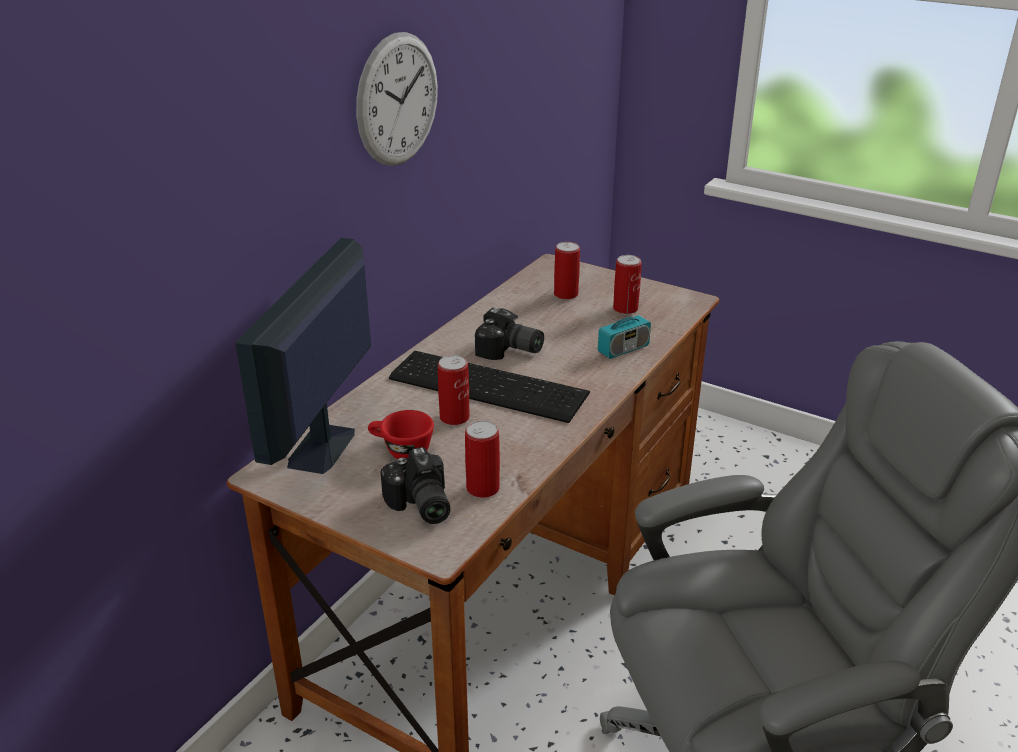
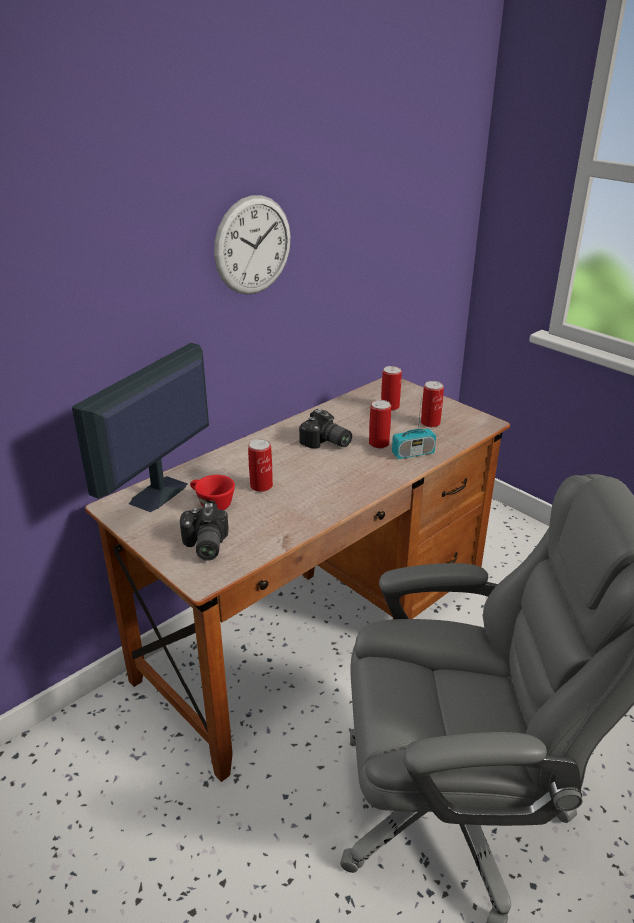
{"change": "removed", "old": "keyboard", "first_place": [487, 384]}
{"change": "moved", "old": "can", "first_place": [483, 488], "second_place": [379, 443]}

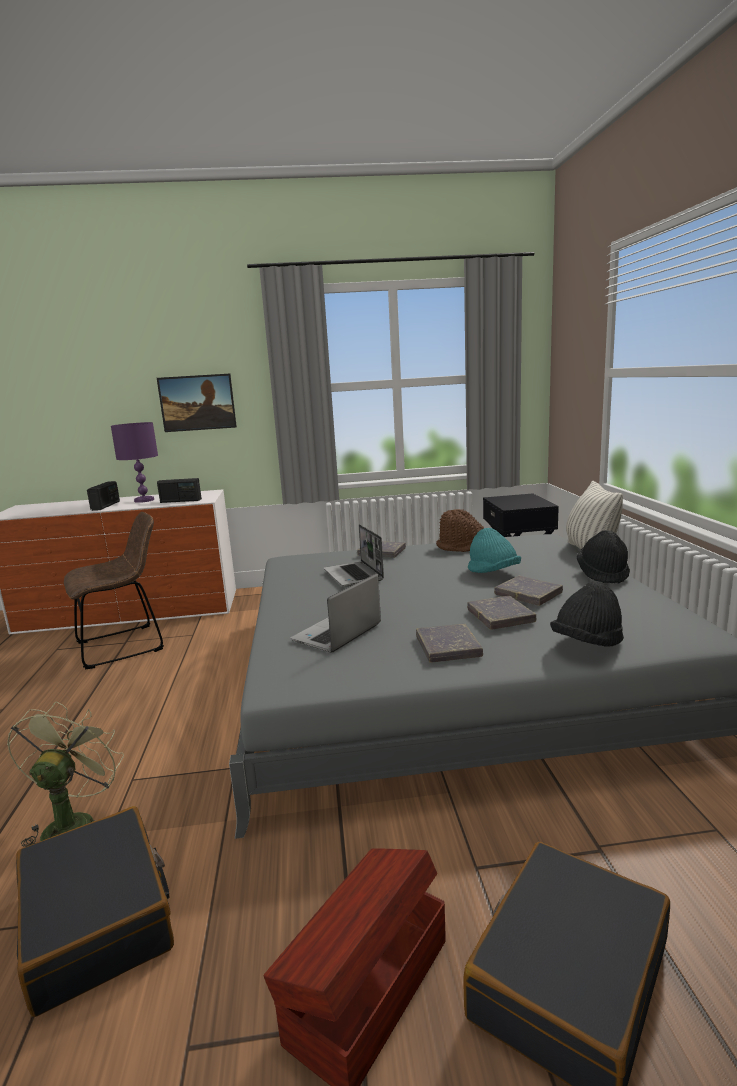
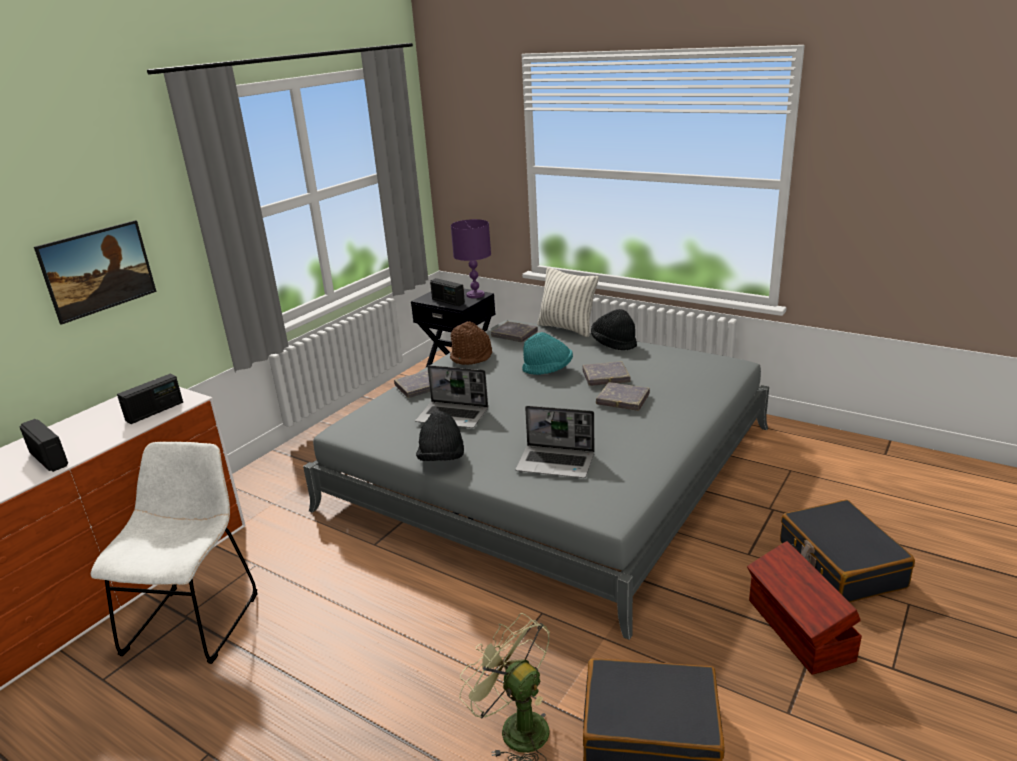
{"change": "moved", "old": "purple-coloured table lamp", "first_place": [144, 500], "second_place": [475, 295]}
{"change": "recoloured", "old": "brown chair", "new": "white chair", "first_place": [125, 645], "second_place": [196, 619]}
{"change": "turned", "old": "laptop", "first_place": [337, 634], "second_place": [556, 463], "degrees": -60}
{"change": "moved", "old": "blackish hat", "first_place": [587, 643], "second_place": [442, 459]}
{"change": "moved", "old": "greyish book", "first_place": [448, 647], "second_place": [514, 334]}
{"change": "added", "new": "radio set", "second_place": [448, 301]}

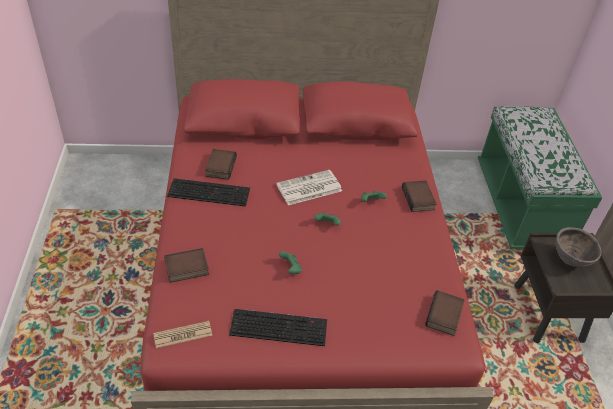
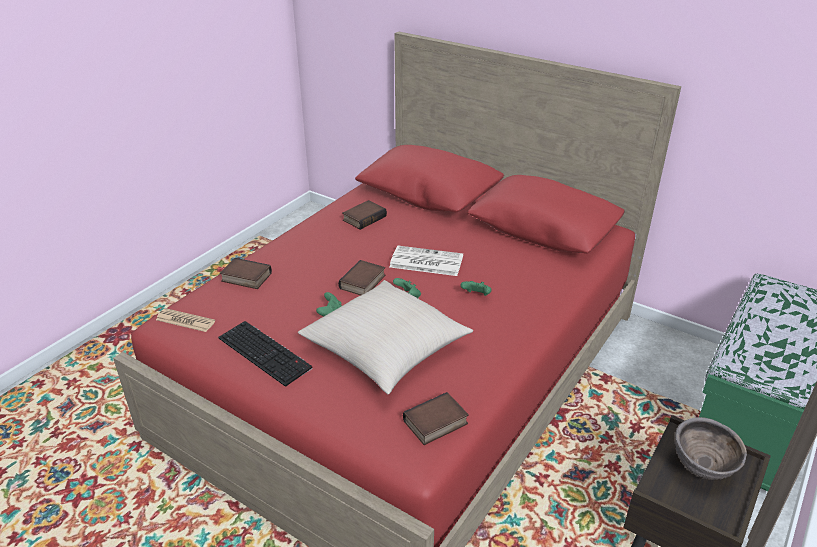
{"change": "removed", "old": "keyboard", "first_place": [210, 192]}
{"change": "moved", "old": "book", "first_place": [419, 199], "second_place": [363, 283]}
{"change": "added", "new": "beige-coloured pillow", "second_place": [386, 349]}

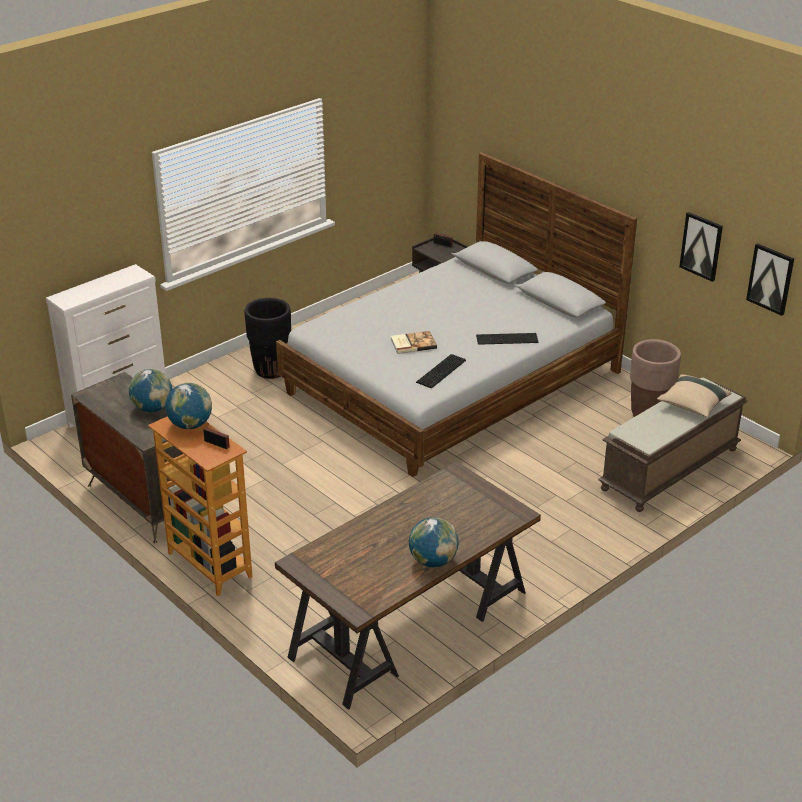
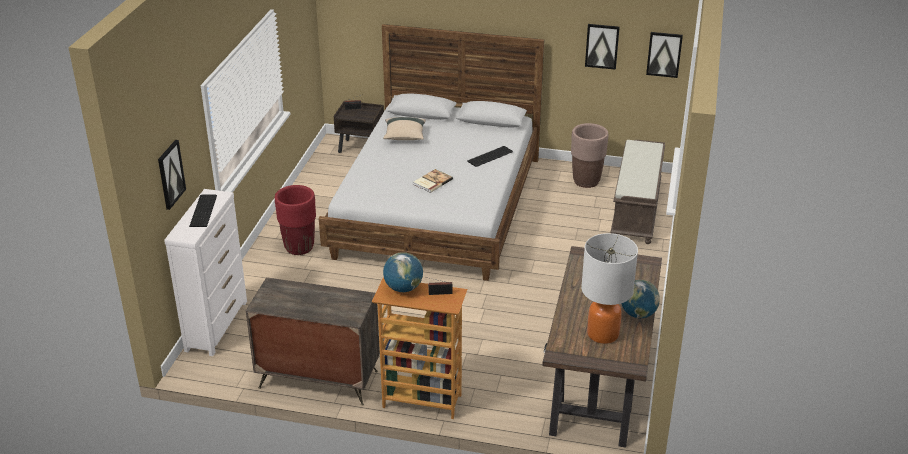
{"change": "recoloured", "old": "blackish plant pot", "new": "reddish plant pot", "first_place": [271, 370], "second_place": [299, 247]}
{"change": "moved", "old": "keyboard", "first_place": [442, 371], "second_place": [204, 210]}
{"change": "removed", "old": "desk globe", "first_place": [152, 408]}
{"change": "moved", "old": "beige-coloured pillow", "first_place": [692, 405], "second_place": [404, 136]}
{"change": "added", "new": "picture", "second_place": [170, 174]}
{"change": "added", "new": "table lamp", "second_place": [602, 334]}

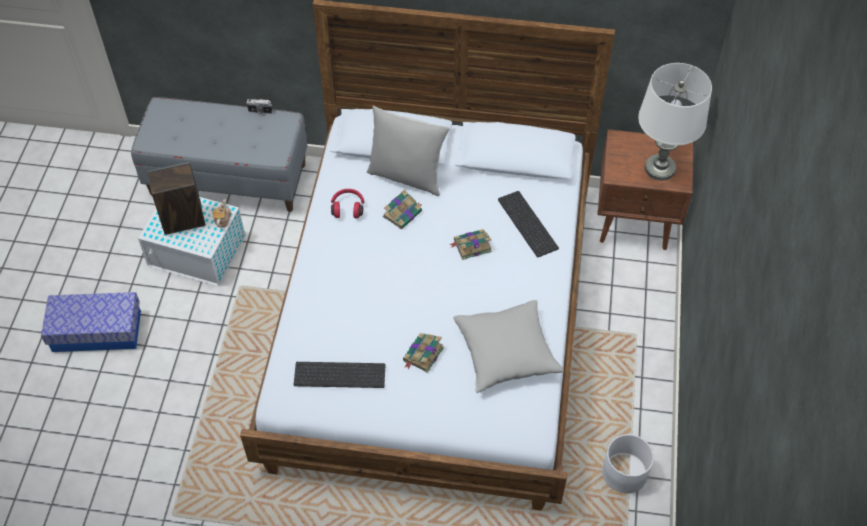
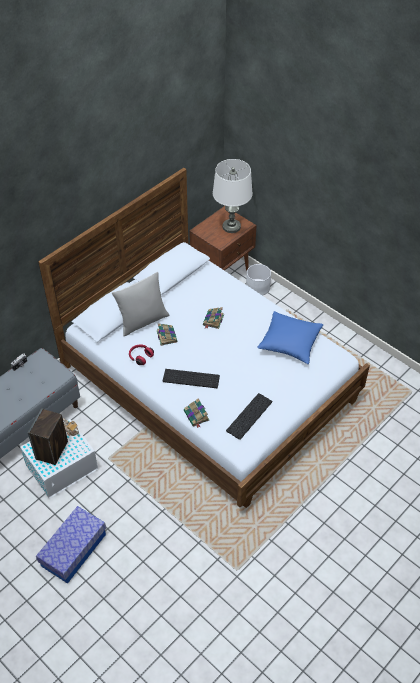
{"change": "moved", "old": "keyboard", "first_place": [525, 223], "second_place": [190, 379]}
{"change": "recoloured", "old": "greyish pillow", "new": "blue-coloured pillow", "first_place": [506, 352], "second_place": [289, 343]}
{"change": "moved", "old": "book", "first_place": [423, 355], "second_place": [196, 416]}
{"change": "moved", "old": "white plant pot", "first_place": [625, 472], "second_place": [258, 287]}

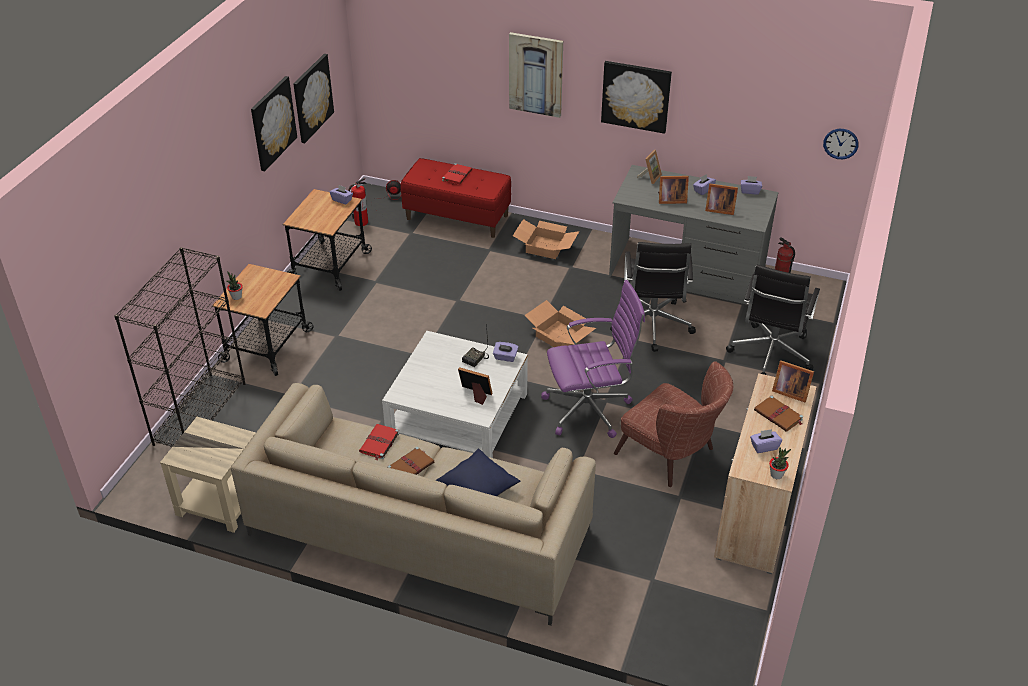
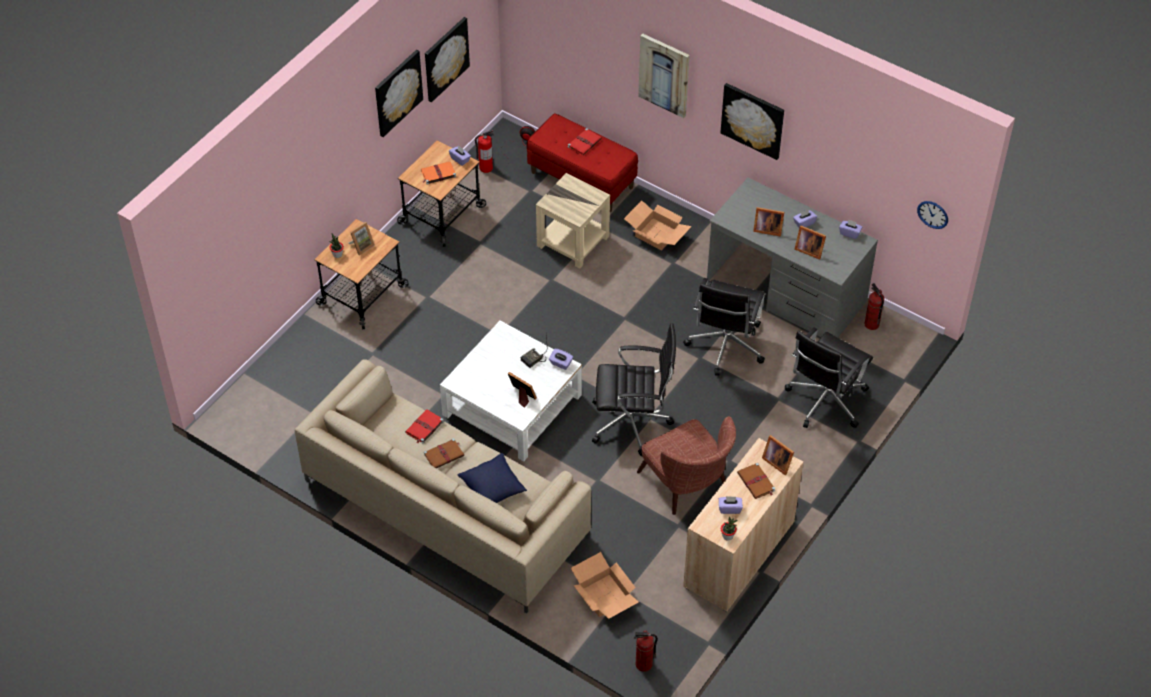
{"change": "moved", "old": "standing frame", "first_place": [650, 177], "second_place": [361, 246]}
{"change": "removed", "old": "blackish bookcase", "first_place": [200, 413]}
{"change": "recoloured", "old": "purple-coloured desk chair", "new": "blackish desk chair", "first_place": [590, 409], "second_place": [632, 423]}
{"change": "moved", "old": "carton", "first_place": [560, 336], "second_place": [605, 595]}
{"change": "moved", "old": "beige-coloured accent table", "first_place": [220, 500], "second_place": [572, 241]}
{"change": "added", "new": "orange-coloured book", "second_place": [437, 174]}
{"change": "added", "new": "extinguisher", "second_place": [643, 664]}

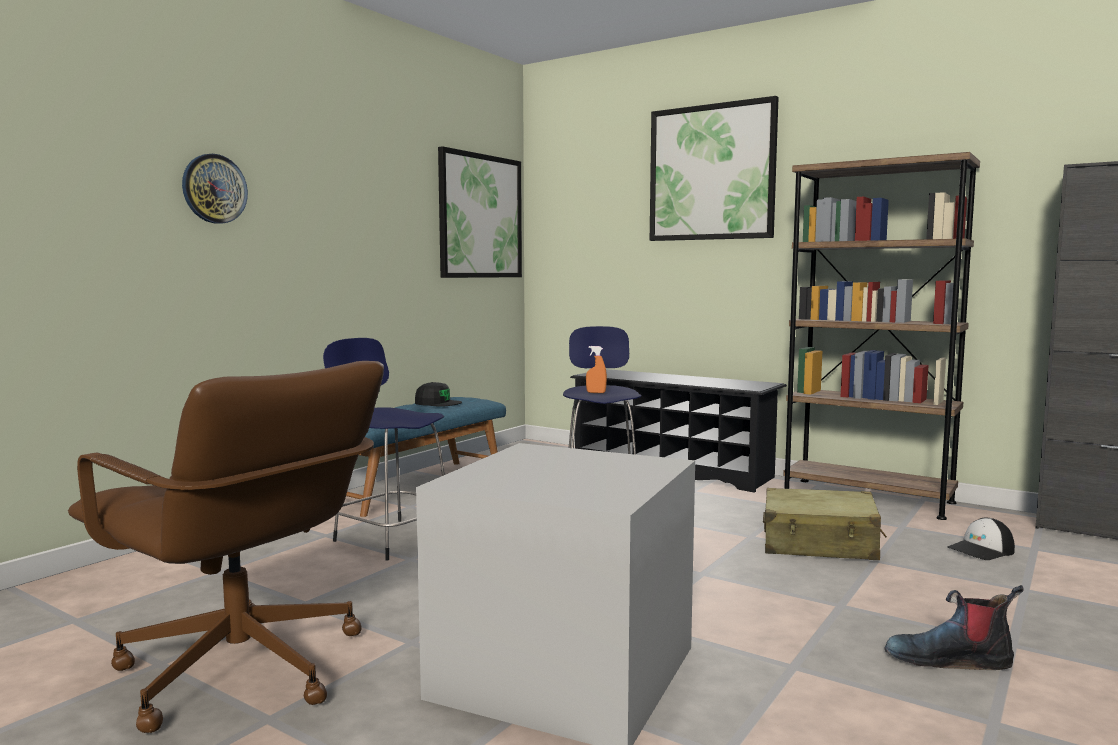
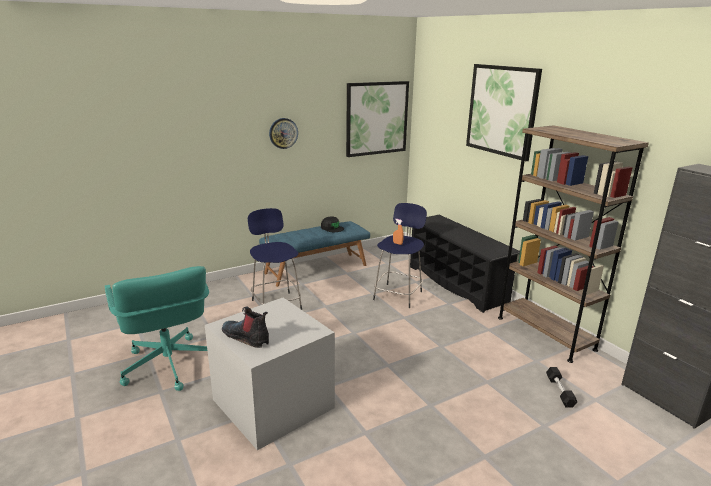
{"change": "moved", "old": "wall clock", "first_place": [214, 189], "second_place": [283, 133]}
{"change": "recoloured", "old": "brown desk chair", "new": "blue-green desk chair", "first_place": [240, 671], "second_place": [168, 365]}
{"change": "removed", "old": "beige-coloured suitcase", "first_place": [819, 543]}
{"change": "replaced", "old": "cap", "new": "blackish free weight", "first_place": [981, 550], "second_place": [560, 391]}
{"change": "moved", "old": "high-top boot", "first_place": [949, 660], "second_place": [247, 337]}

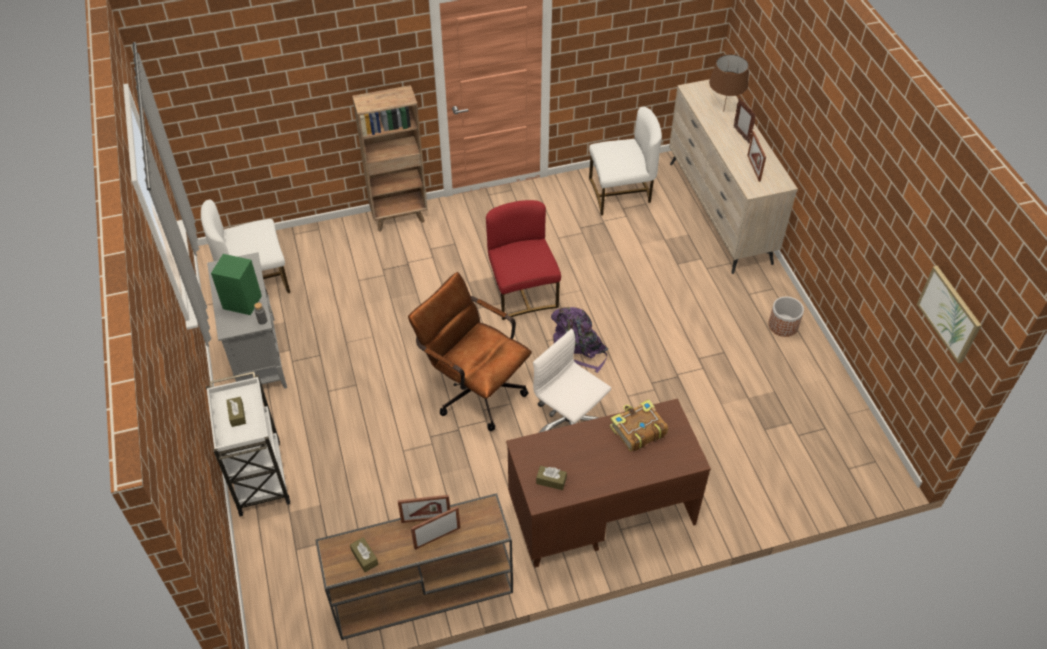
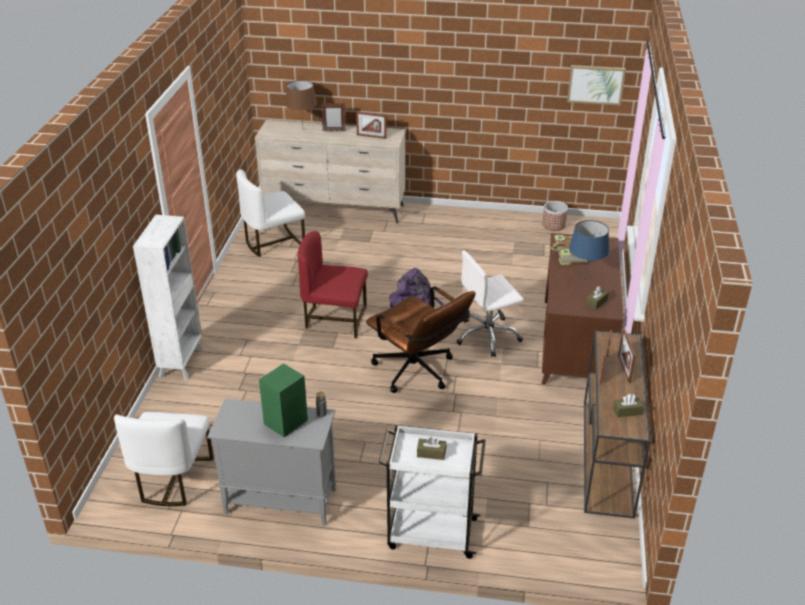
{"change": "recoloured", "old": "brown bookcase", "new": "white bookcase", "first_place": [400, 217], "second_place": [182, 362]}
{"change": "turned", "old": "white chair", "first_place": [621, 194], "second_place": [273, 243], "degrees": -135}
{"change": "turned", "old": "brown desk chair", "first_place": [474, 389], "second_place": [418, 373], "degrees": -105}
{"change": "moved", "old": "plant pot", "first_place": [783, 325], "second_place": [554, 225]}
{"change": "added", "new": "blue-coloured table lamp", "second_place": [585, 279]}

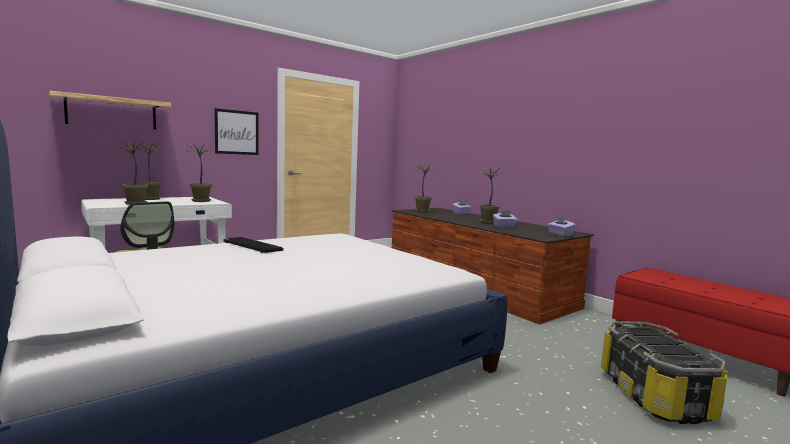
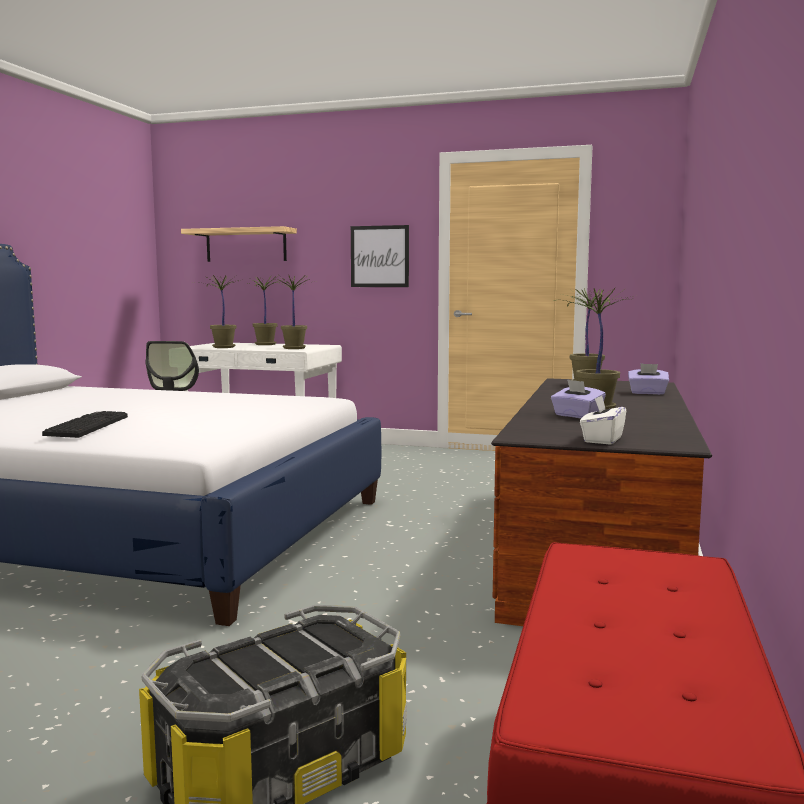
{"change": "recoloured", "old": "purple-coloured tissue box", "new": "white tissue box", "first_place": [560, 234], "second_place": [602, 440]}
{"change": "moved", "old": "keyboard", "first_place": [251, 246], "second_place": [86, 426]}

